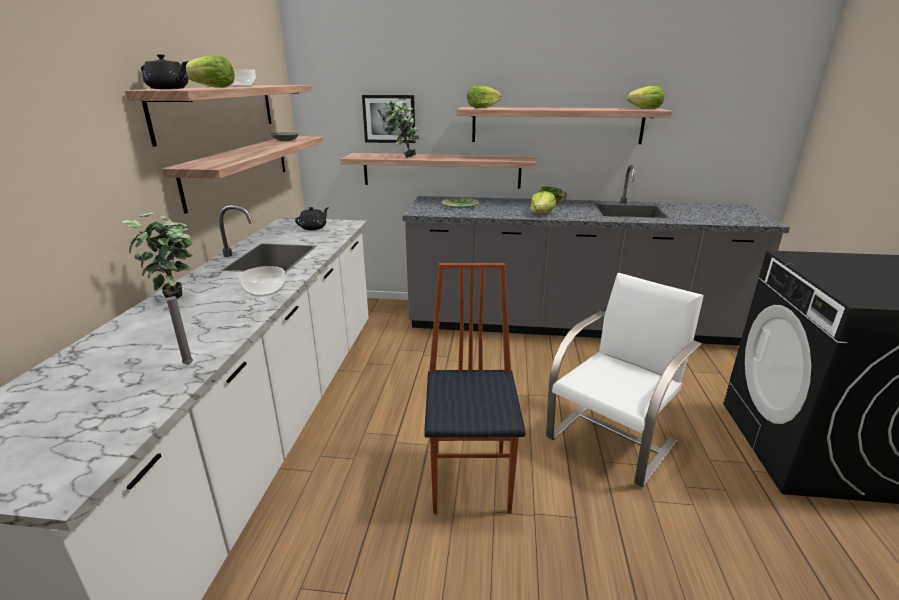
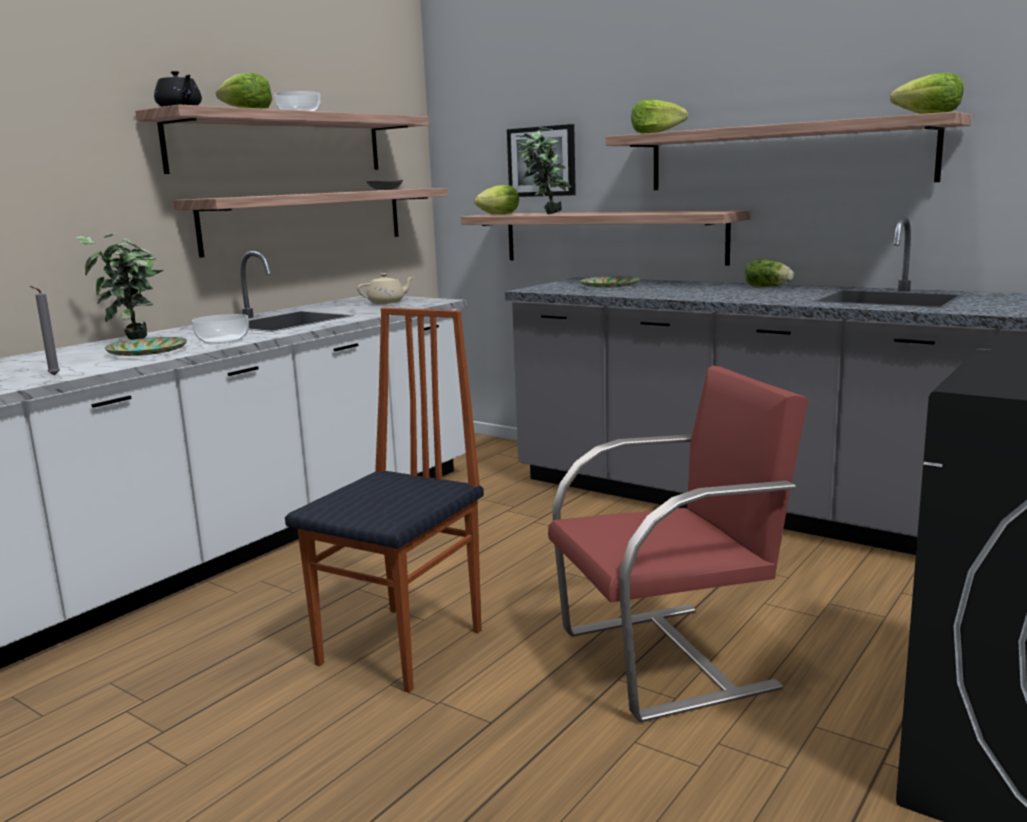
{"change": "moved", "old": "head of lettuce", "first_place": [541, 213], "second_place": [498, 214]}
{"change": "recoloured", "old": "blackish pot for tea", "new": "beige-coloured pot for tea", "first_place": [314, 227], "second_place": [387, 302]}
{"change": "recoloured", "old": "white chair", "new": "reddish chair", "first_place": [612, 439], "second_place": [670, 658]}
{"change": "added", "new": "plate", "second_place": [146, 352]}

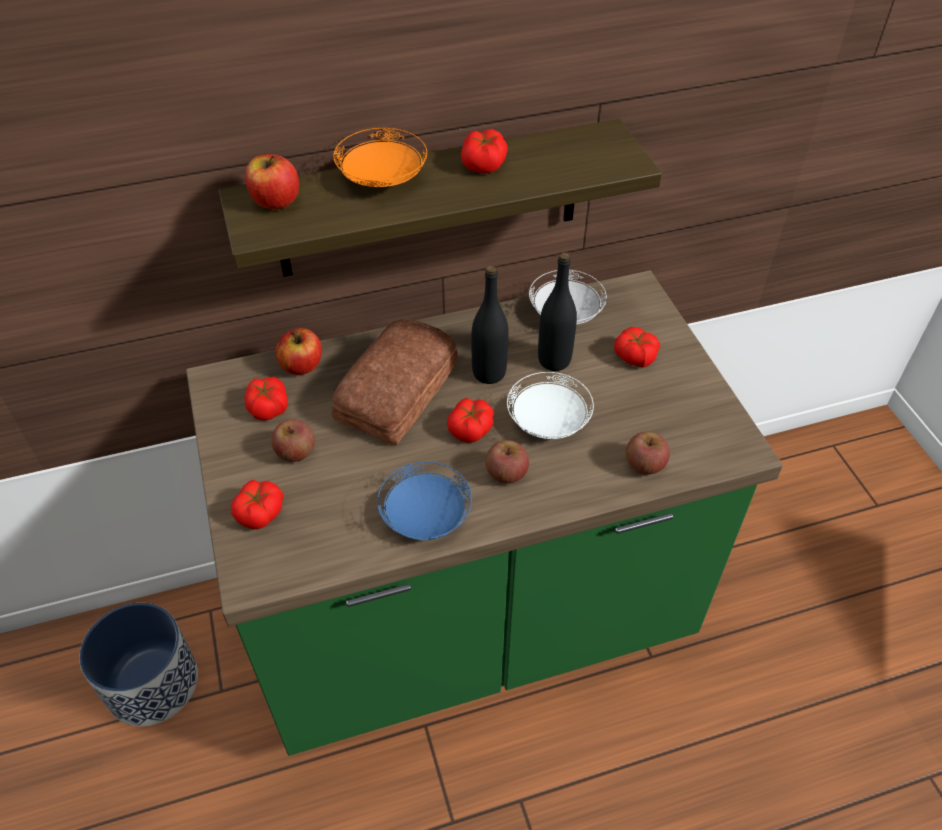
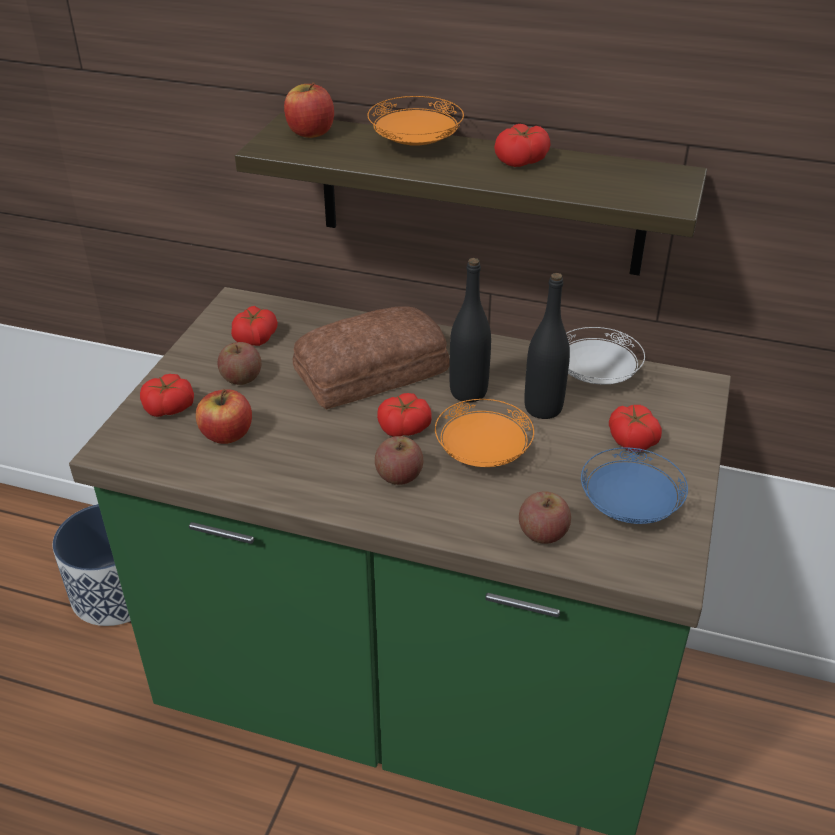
{"change": "moved", "old": "apple", "first_place": [302, 365], "second_place": [227, 434]}
{"change": "recoloured", "old": "white plate", "new": "orange-coloured plate", "first_place": [548, 421], "second_place": [483, 454]}
{"change": "moved", "old": "blue-coloured plate", "first_place": [425, 516], "second_place": [629, 507]}

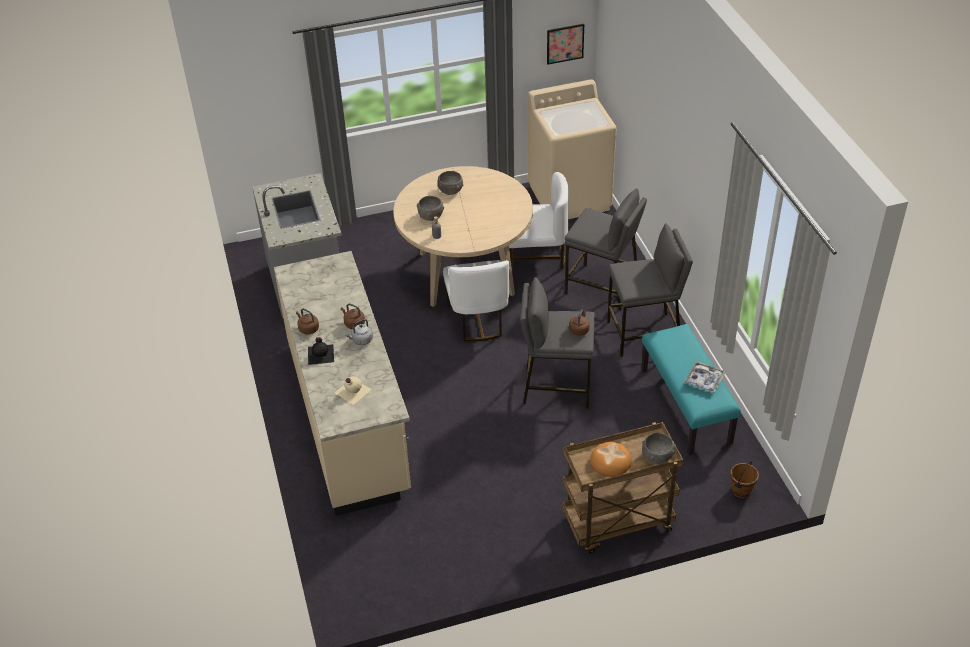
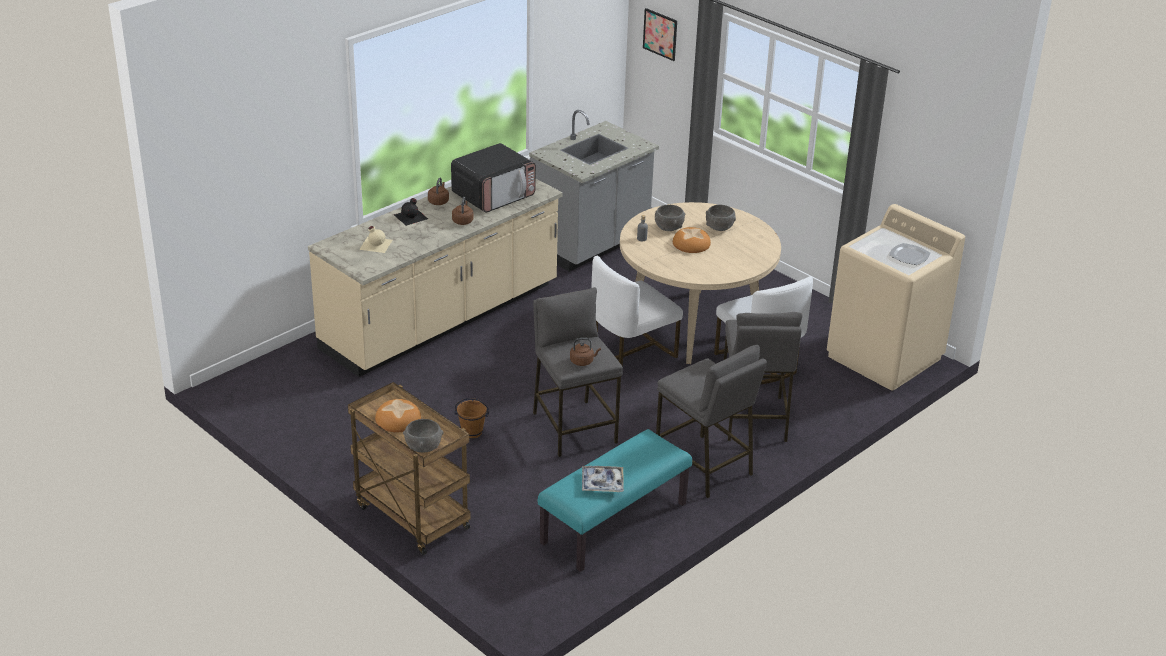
{"change": "moved", "old": "picture", "first_place": [565, 43], "second_place": [660, 34]}
{"change": "removed", "old": "greyish kettle", "first_place": [361, 340]}
{"change": "moved", "old": "brown water bucket", "first_place": [741, 491], "second_place": [472, 433]}
{"change": "added", "new": "kitchen microwave", "second_place": [494, 195]}
{"change": "added", "new": "bakery bread", "second_place": [691, 243]}
{"change": "added", "new": "plate", "second_place": [909, 256]}

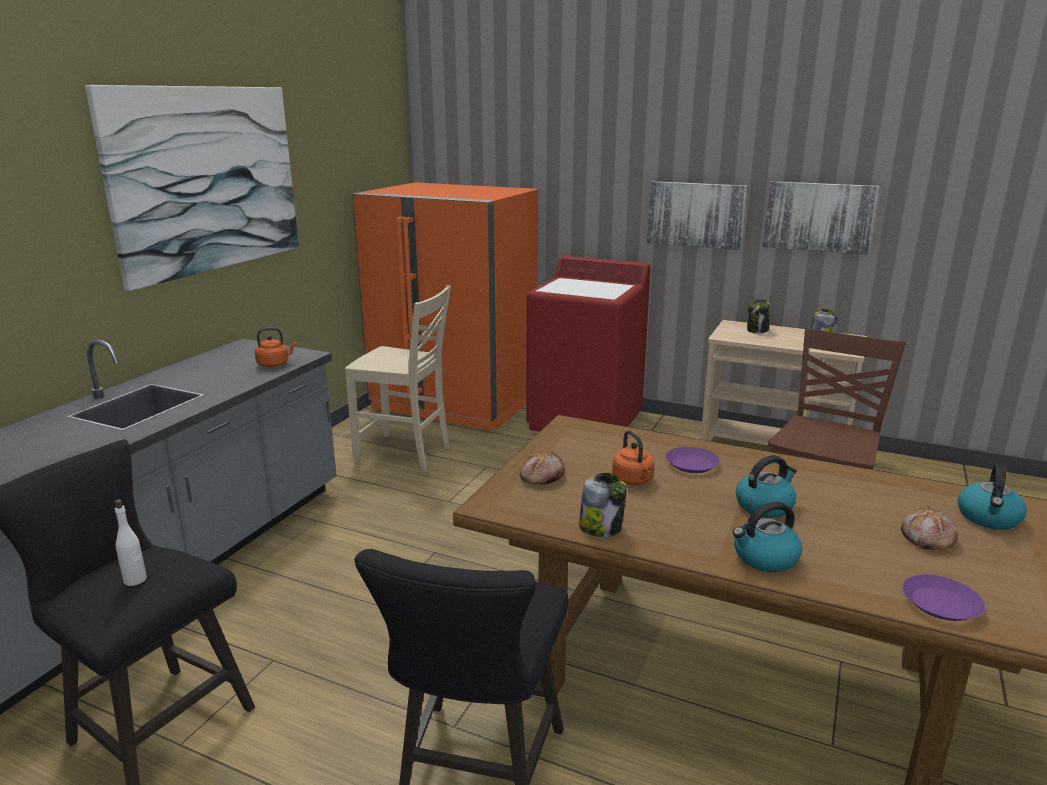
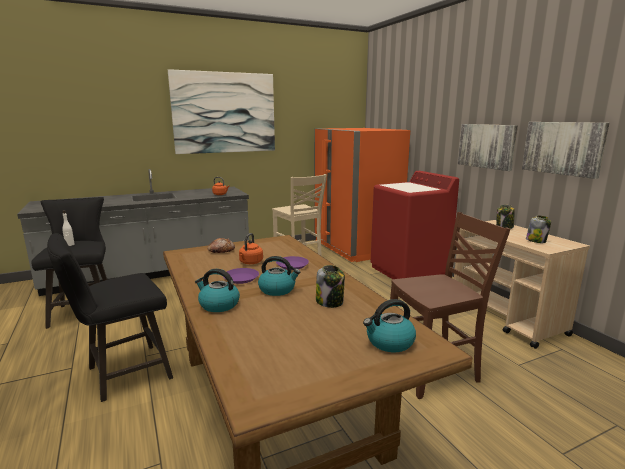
{"change": "moved", "old": "preserve jar", "first_place": [601, 527], "second_place": [330, 302]}
{"change": "removed", "old": "bakery bread", "first_place": [926, 538]}
{"change": "moved", "old": "purple-coloured plate", "first_place": [940, 603], "second_place": [241, 278]}

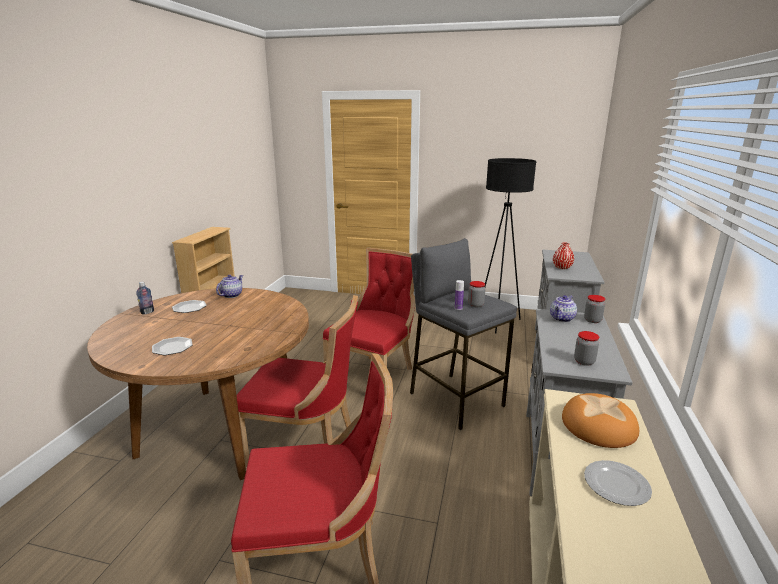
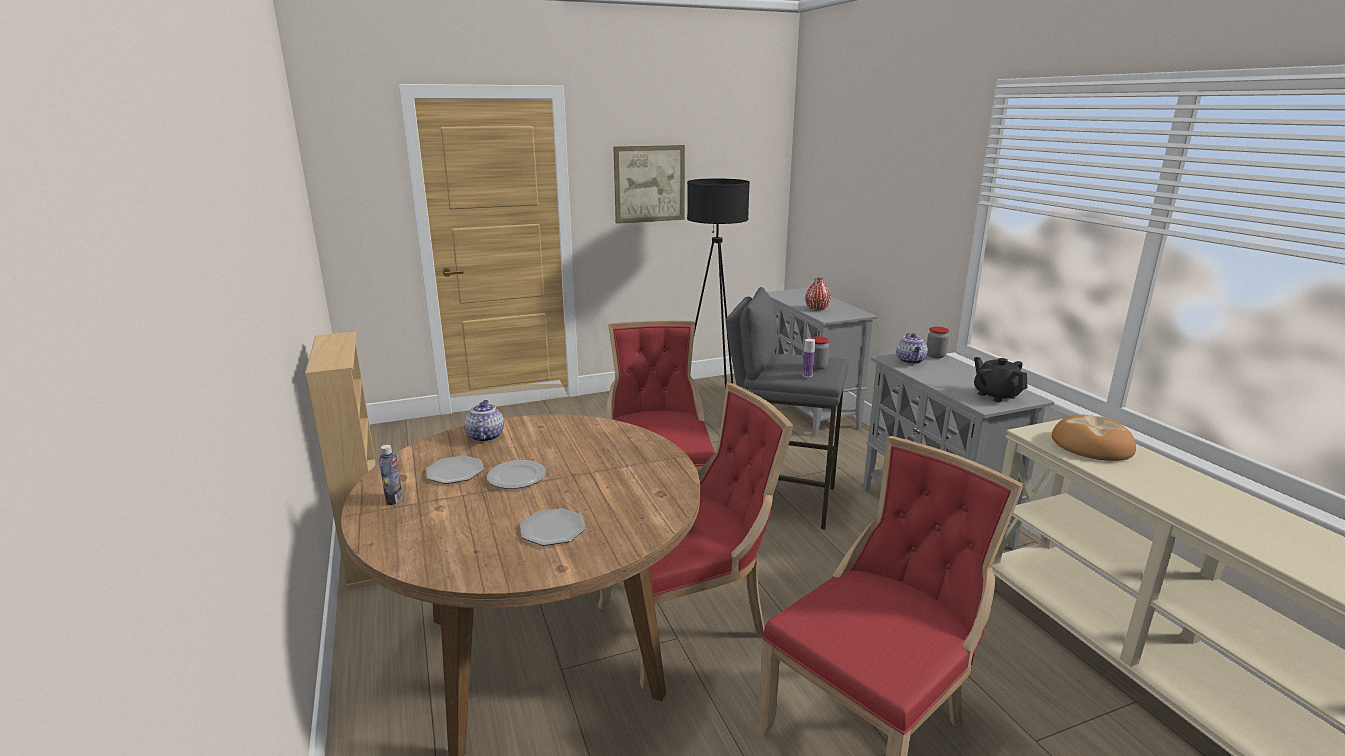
{"change": "replaced", "old": "preserve jar", "new": "blackish pot for tea", "first_place": [584, 361], "second_place": [996, 395]}
{"change": "moved", "old": "plate", "first_place": [616, 485], "second_place": [516, 478]}
{"change": "added", "new": "picture", "second_place": [649, 184]}

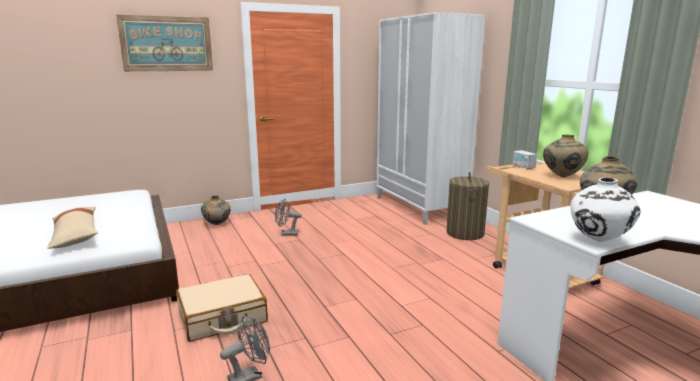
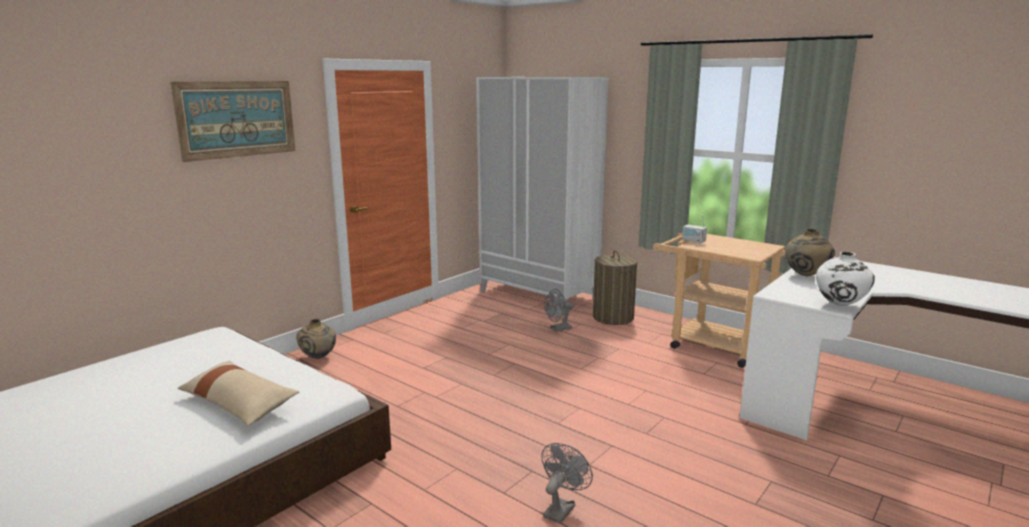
{"change": "removed", "old": "beige-coloured decorative vase", "first_place": [561, 177]}
{"change": "moved", "old": "greyish cooling fan", "first_place": [286, 234], "second_place": [558, 329]}
{"change": "removed", "old": "beige-coloured suitcase", "first_place": [222, 318]}

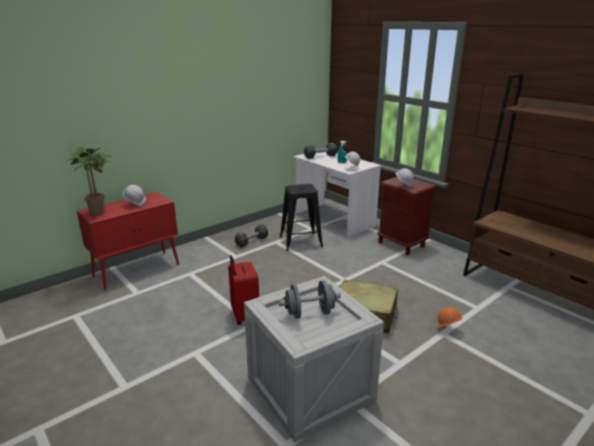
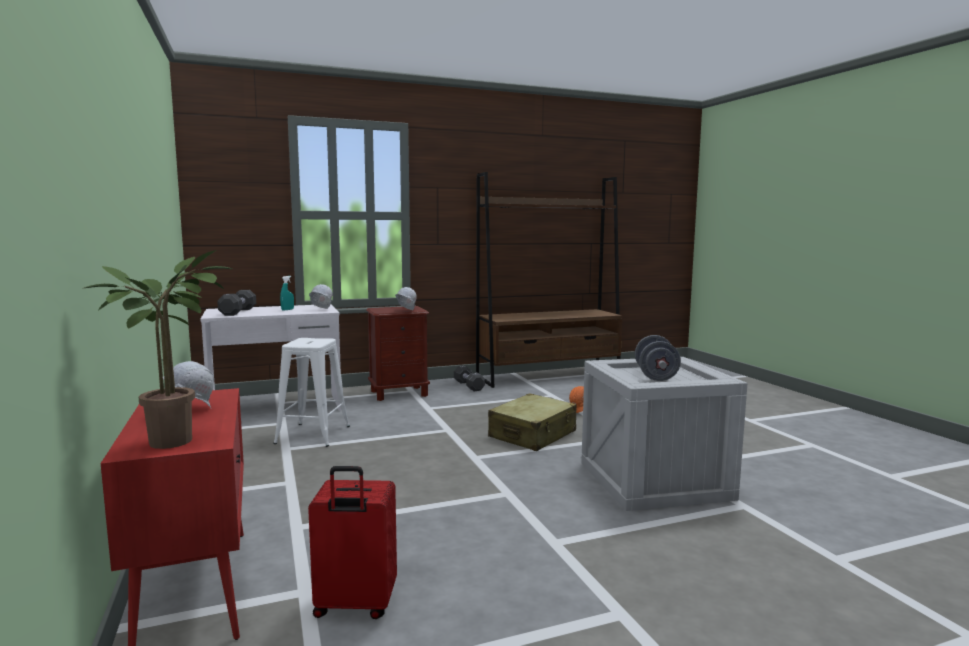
{"change": "recoloured", "old": "blackish stool seat", "new": "white stool seat", "first_place": [300, 242], "second_place": [313, 435]}
{"change": "moved", "old": "blackish free weight", "first_place": [251, 241], "second_place": [468, 386]}
{"change": "moved", "old": "reddish suitcase", "first_place": [244, 316], "second_place": [355, 606]}

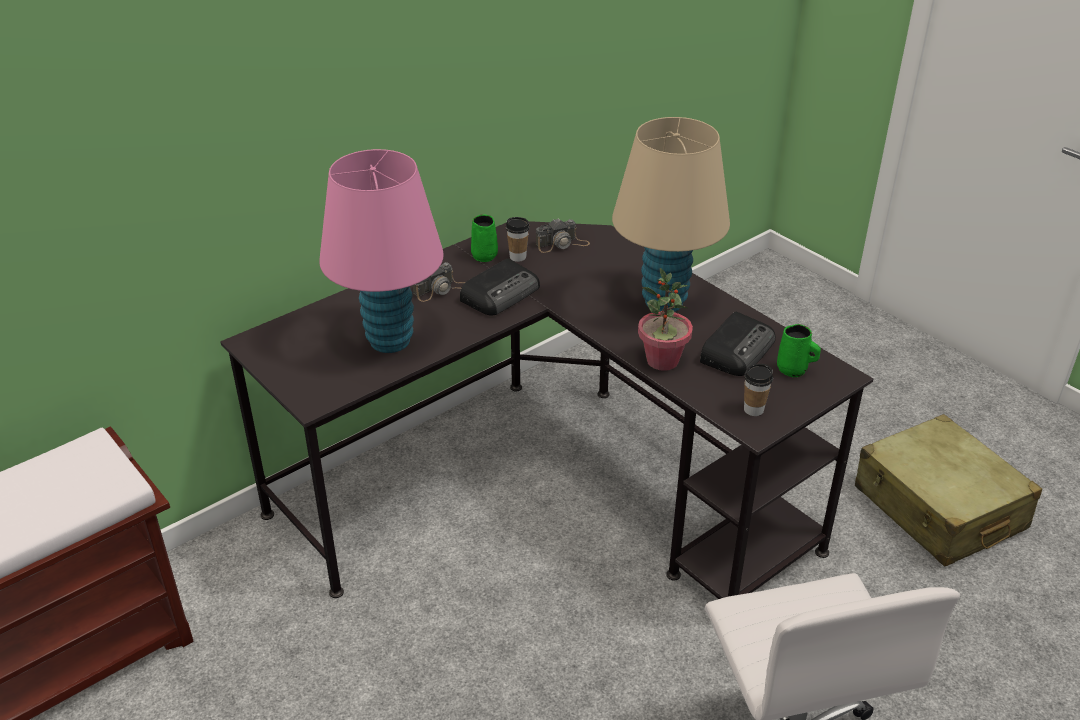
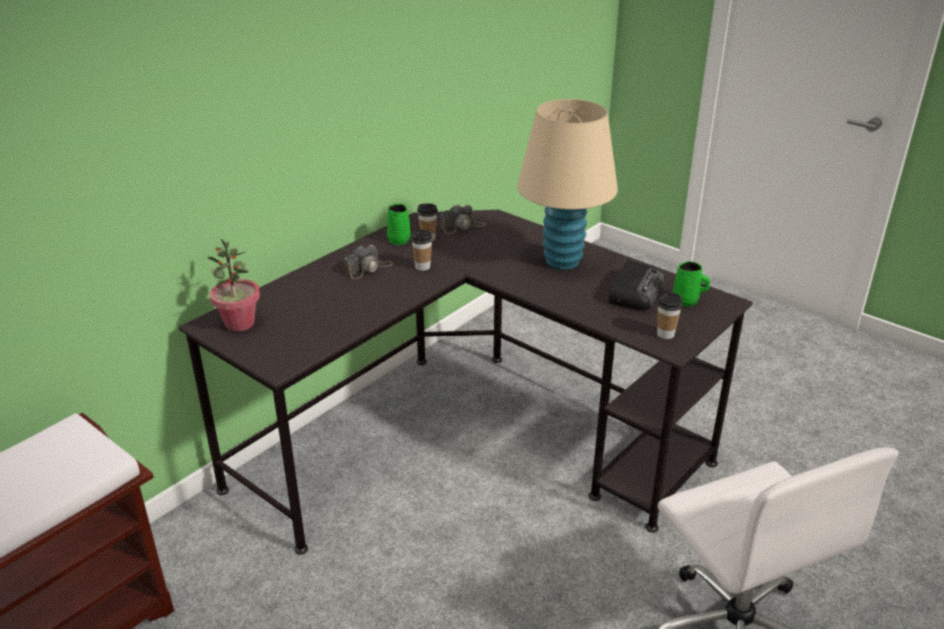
{"change": "removed", "old": "pink table lamp", "first_place": [389, 341]}
{"change": "replaced", "old": "radio set", "new": "drinking cup", "first_place": [501, 293], "second_place": [422, 267]}
{"change": "moved", "old": "potted plant", "first_place": [662, 361], "second_place": [239, 324]}
{"change": "removed", "old": "beige-coloured suitcase", "first_place": [939, 508]}

